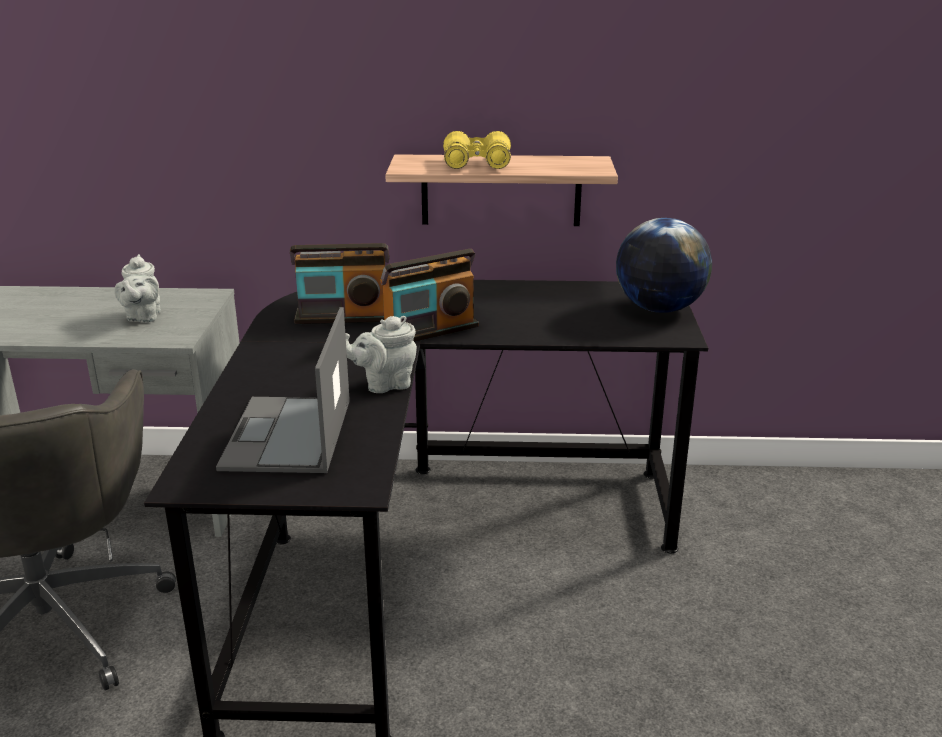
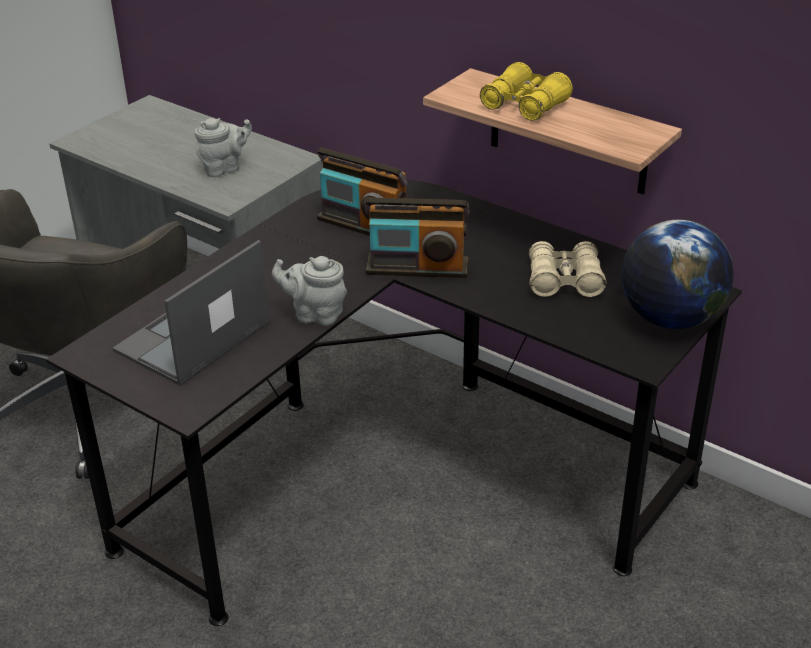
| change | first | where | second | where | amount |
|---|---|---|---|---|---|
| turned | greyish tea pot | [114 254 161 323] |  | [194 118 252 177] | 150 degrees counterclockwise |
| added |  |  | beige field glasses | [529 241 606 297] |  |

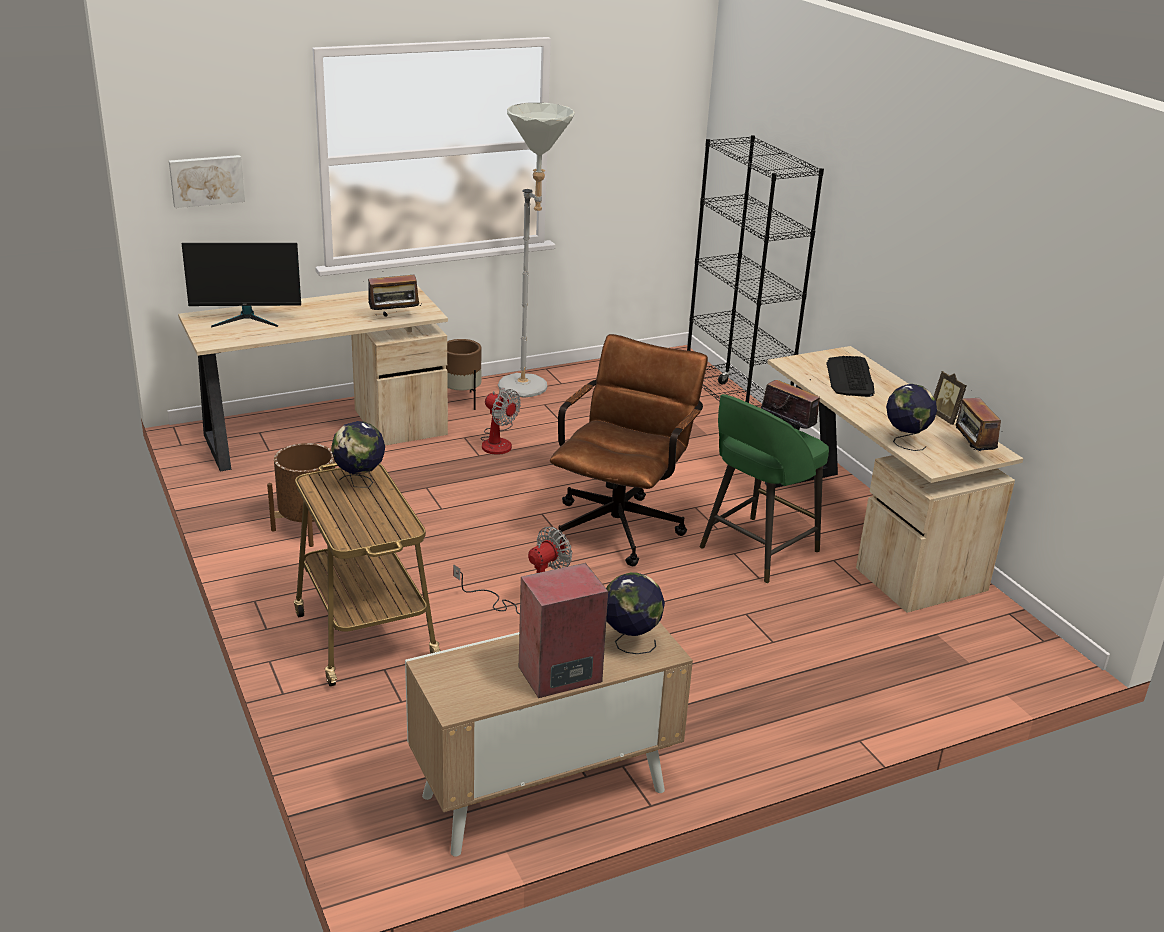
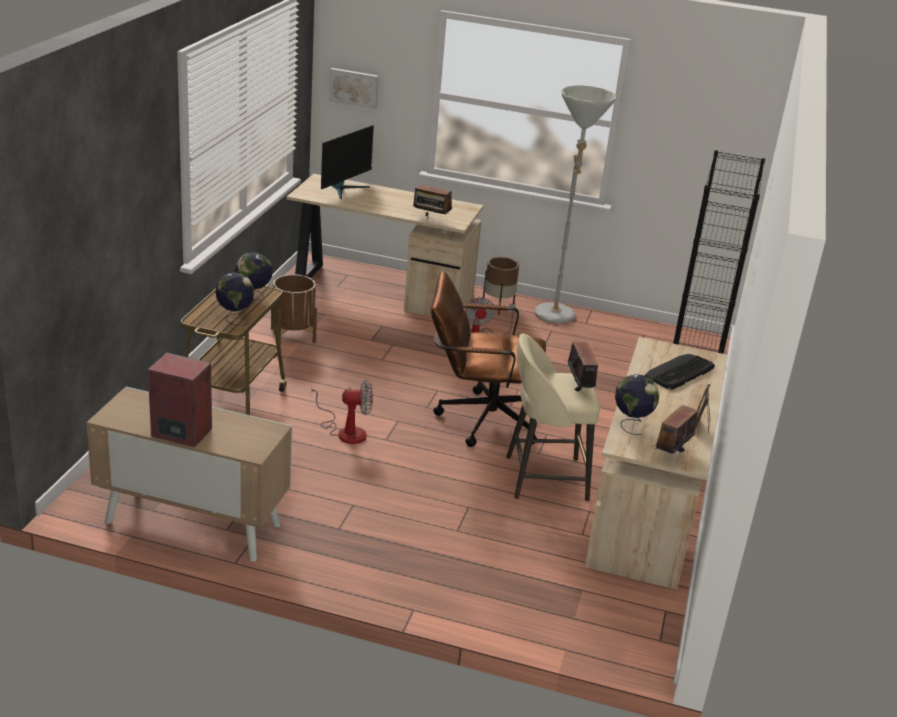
| change | first | where | second | where | amount |
|---|---|---|---|---|---|
| turned | computer screen | [182 243 301 328] |  | [321 125 374 199] | 90 degrees counterclockwise |
| turned | brown desk chair | [550 334 708 566] |  | [431 271 546 447] | 150 degrees counterclockwise |
| recoloured | green-coloured stool seat | [700 394 829 583] | beige stool seat | [506 333 600 501] |  |
| moved | globe | [606 572 665 654] |  | [215 272 255 326] |  |

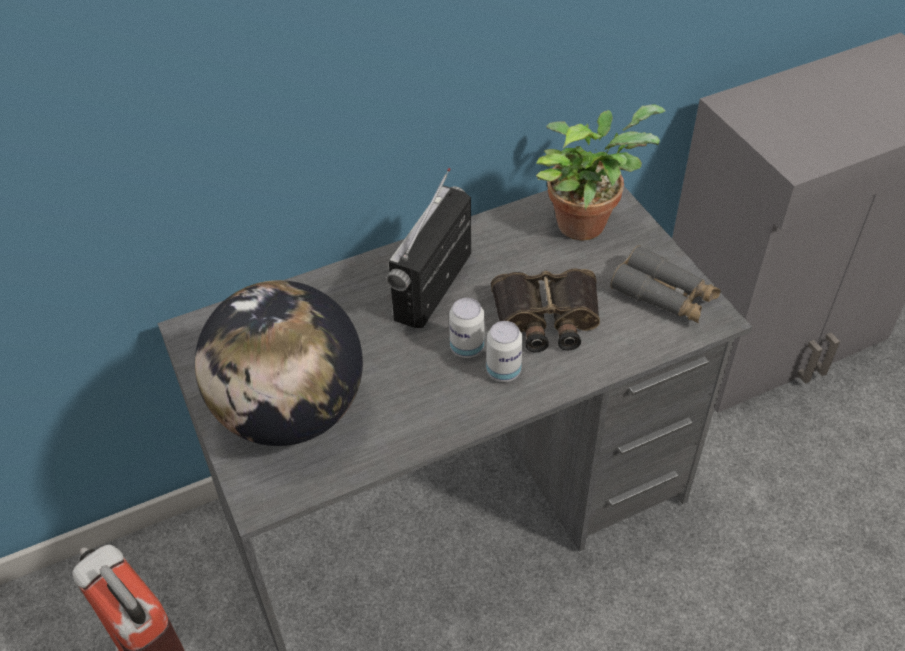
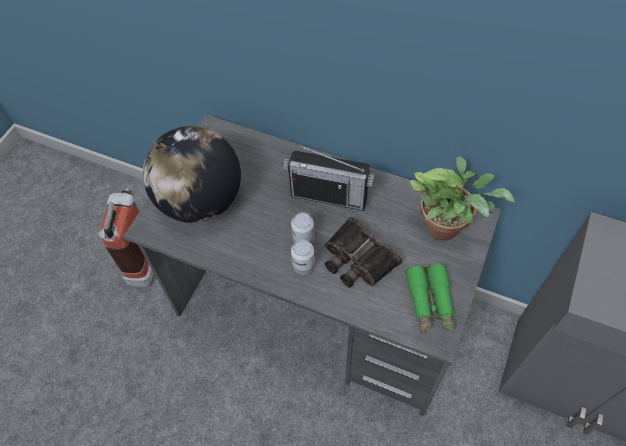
| change | first | where | second | where | amount |
|---|---|---|---|---|---|
| turned | radio | [387 168 471 328] |  | [283 145 375 211] | 150 degrees counterclockwise |
| recoloured | greyish field glasses | [610 245 721 323] | green-coloured field glasses | [405 264 455 334] |  |

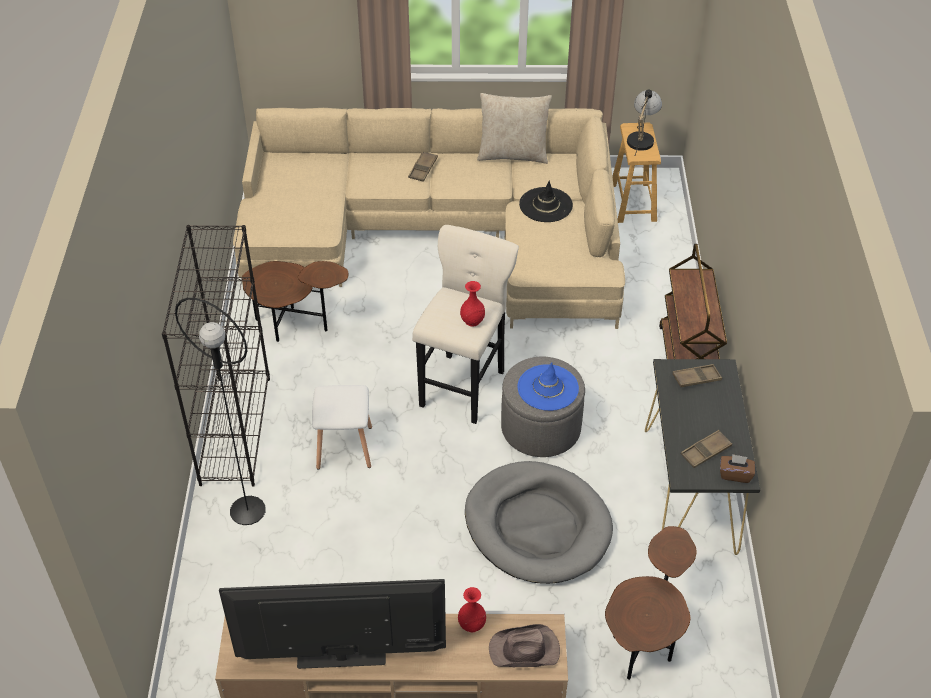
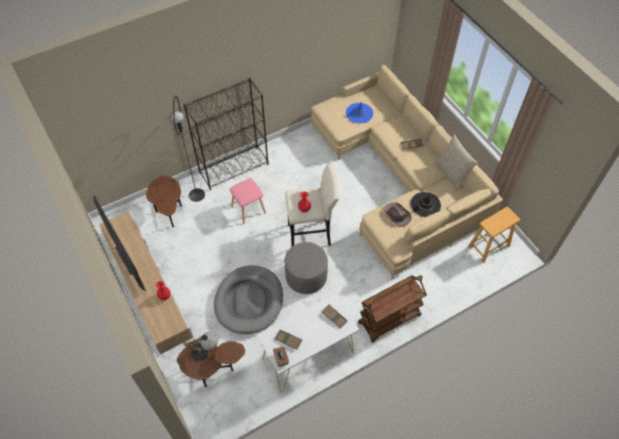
| change | first | where | second | where | amount |
|---|---|---|---|---|---|
| moved | table lamp | [627 90 662 155] |  | [184 332 218 361] |  |
| moved | brown end table | [242 261 348 342] |  | [146 176 182 227] |  |
| recoloured | black-coloured narrow table | [645 359 760 555] | white-coloured narrow table | [256 293 359 392] |  |
| moved | blue-coloured hat | [517 362 579 411] |  | [346 103 373 123] |  |
| recoloured | white-coloured stool seat | [312 385 372 469] | pink stool seat | [229 178 266 224] |  |
| moved | brown hat | [489 624 560 667] |  | [383 202 412 227] |  |

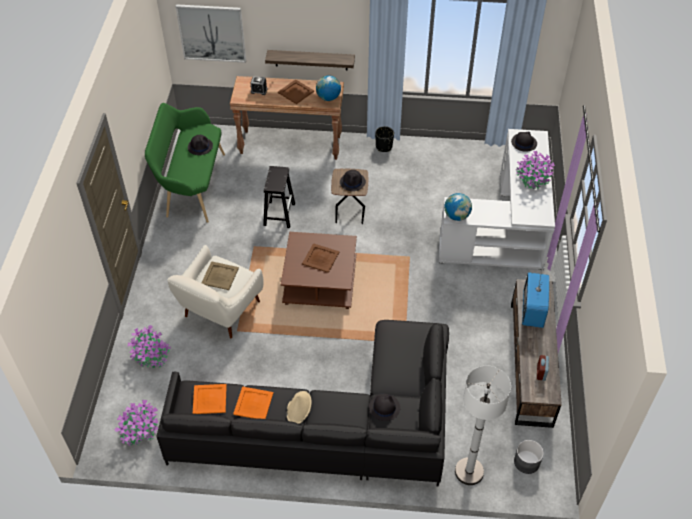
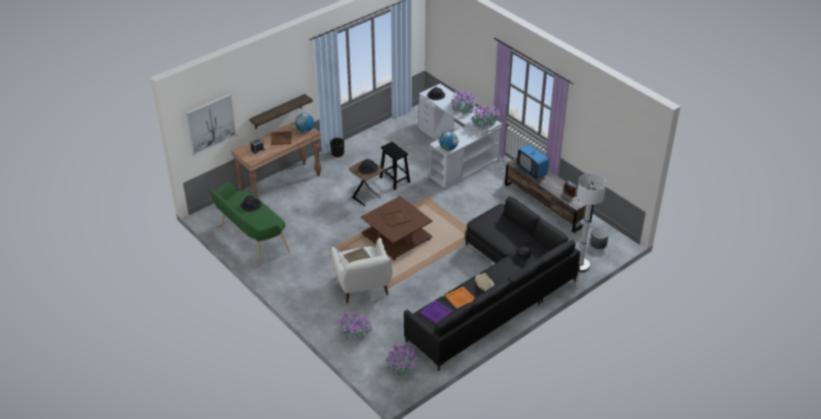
| change | first | where | second | where | amount |
|---|---|---|---|---|---|
| moved | black-coloured stool seat | [263 166 295 228] |  | [379 142 410 190] |  |
| recoloured | orangey carrying tray | [193 384 227 414] | purple-coloured carrying tray | [420 300 453 324] |  |
| added |  |  | potted plant | [471 104 500 130] |  |

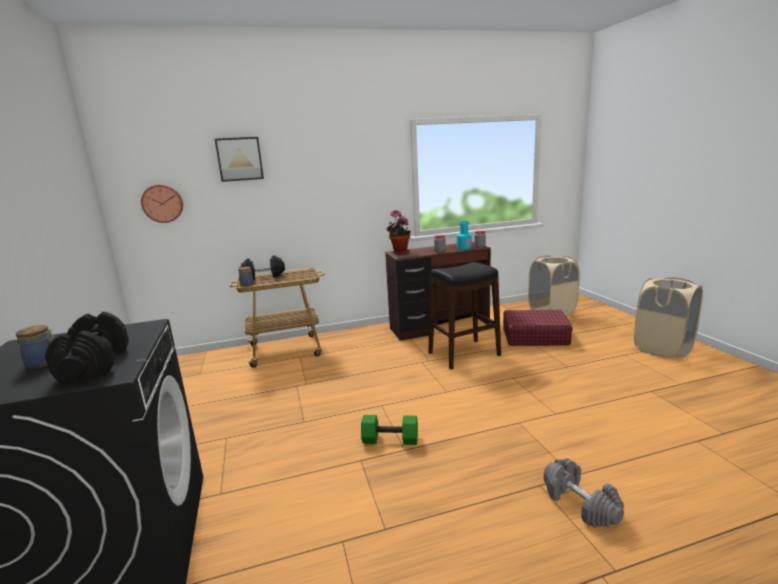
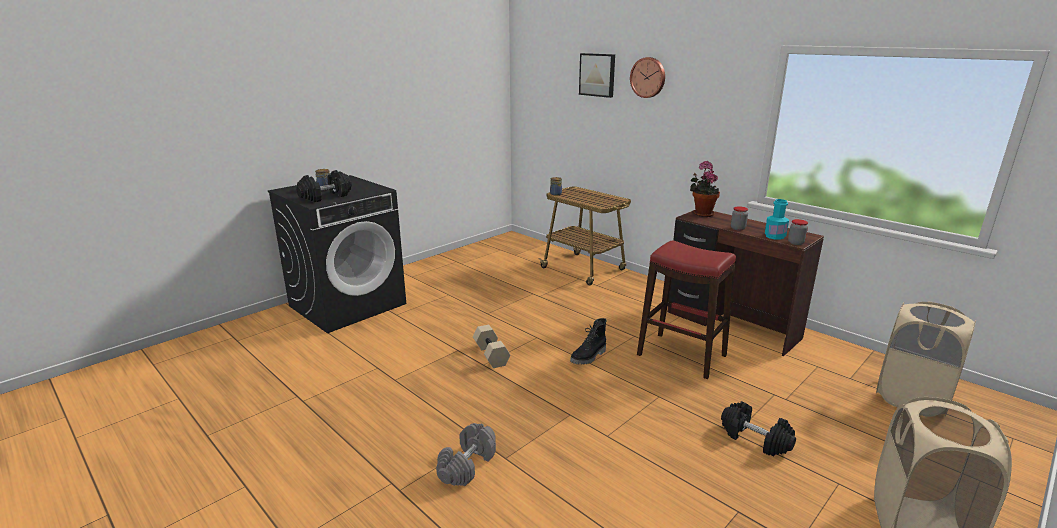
| change | first | where | second | where | amount |
|---|---|---|---|---|---|
| moved | wall clock | [141 185 183 223] |  | [630 57 665 98] |  |
| moved | black-coloured hand weight | [239 255 285 280] |  | [721 401 796 457] |  |
| recoloured | black-coloured stool seat | [428 262 501 369] | red stool seat | [637 240 736 379] |  |
| removed | red travel case | [503 309 573 346] |  |  |  |
| recoloured | green-coloured hand weight | [361 415 418 445] | beige hand weight | [473 325 510 368] |  |
| added |  |  | black-coloured high-top boot | [570 318 607 365] |  |

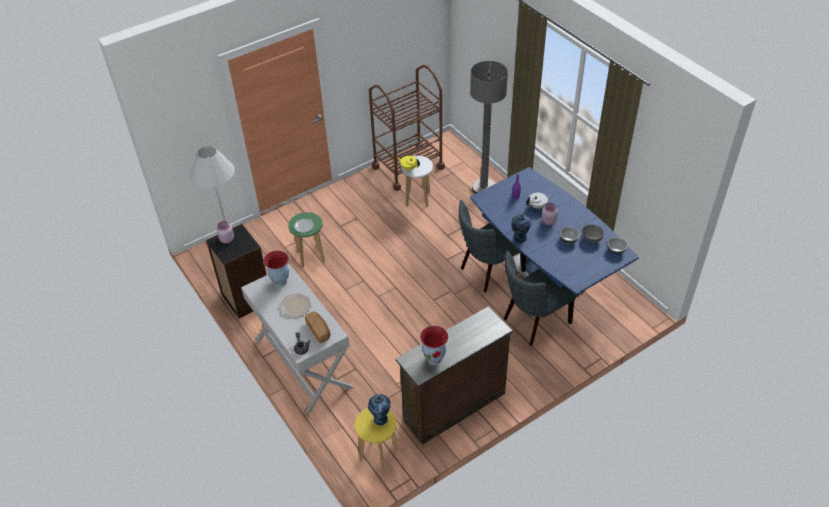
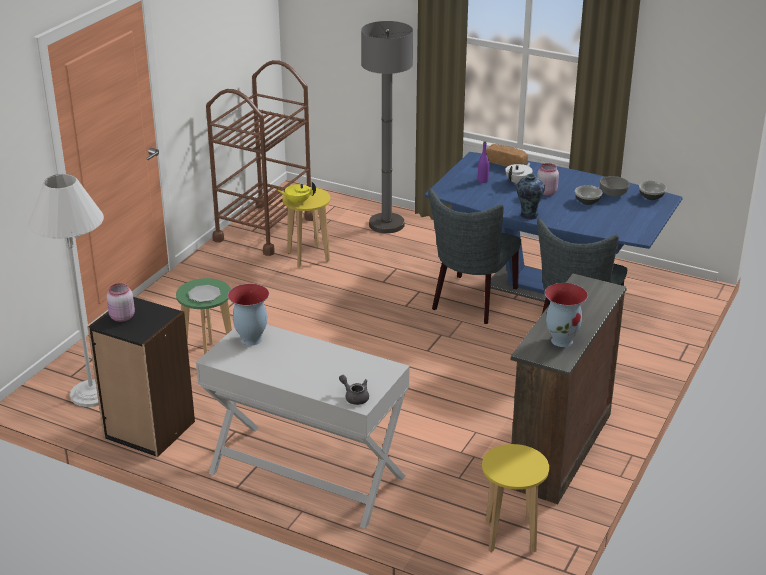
| change | first | where | second | where | amount |
|---|---|---|---|---|---|
| recoloured | white-coloured stool seat | [401 156 433 207] | yellowish stool seat | [282 187 331 268] |  |
| removed | plate | [279 293 312 318] |  |  |  |
| moved | baked bread | [305 311 330 343] |  | [486 144 528 167] |  |
| removed | flower vase | [368 394 391 425] |  |  |  |

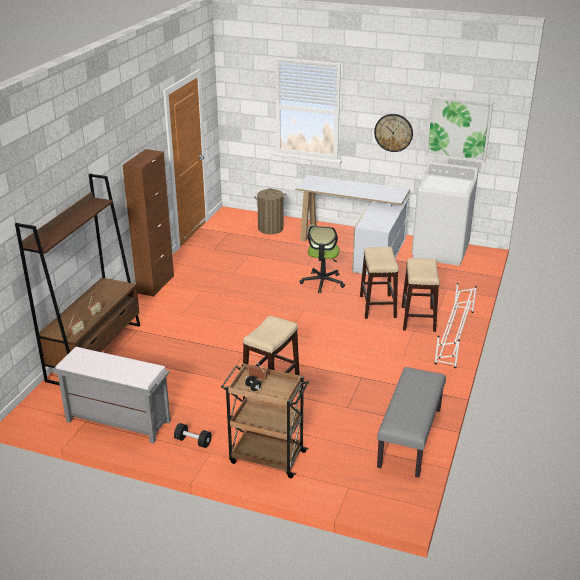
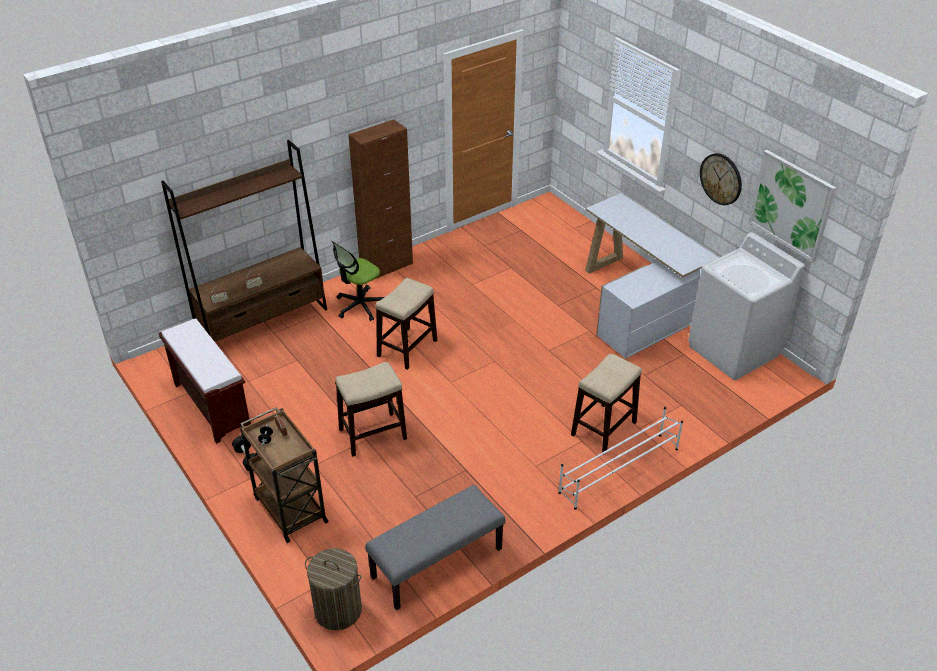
| change | first | where | second | where | amount |
|---|---|---|---|---|---|
| moved | washing basket | [254 188 287 234] |  | [305 548 362 630] |  |
| moved | desk chair | [299 226 345 293] |  | [332 241 384 321] |  |
| moved | stool seat | [360 247 399 319] |  | [375 278 437 370] |  |
| recoloured | greyish bench | [53 347 171 444] | brown bench | [159 318 251 444] |  |

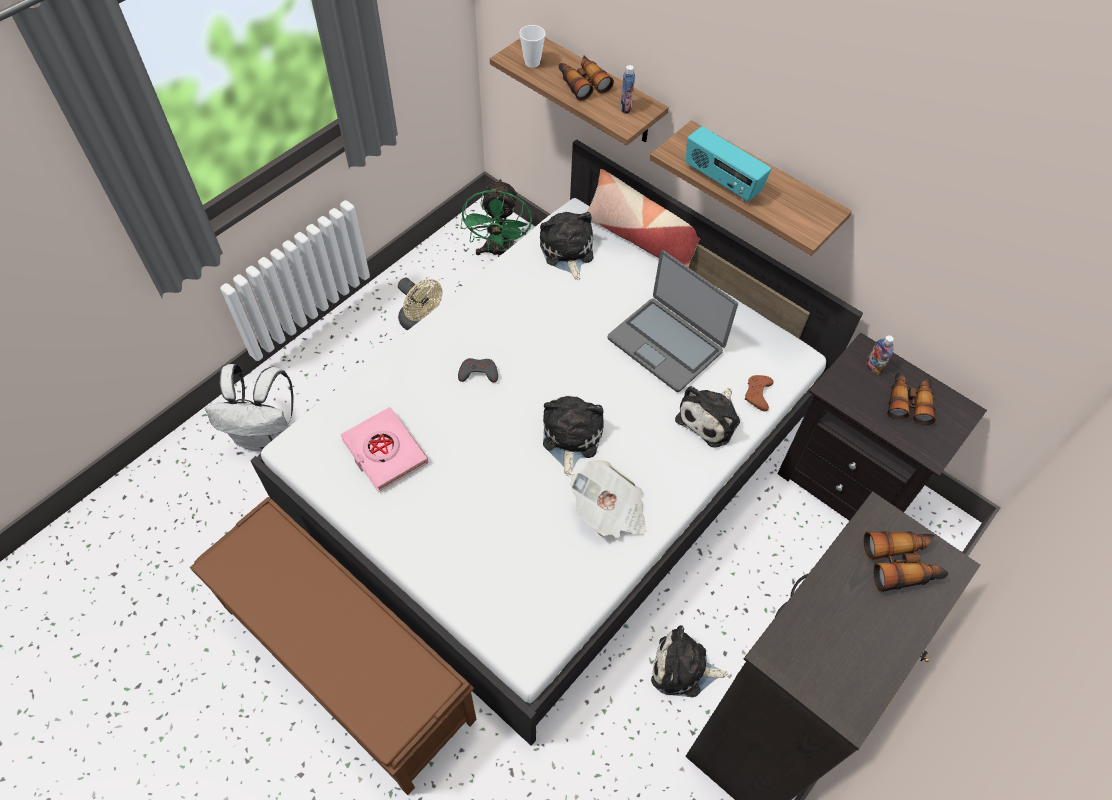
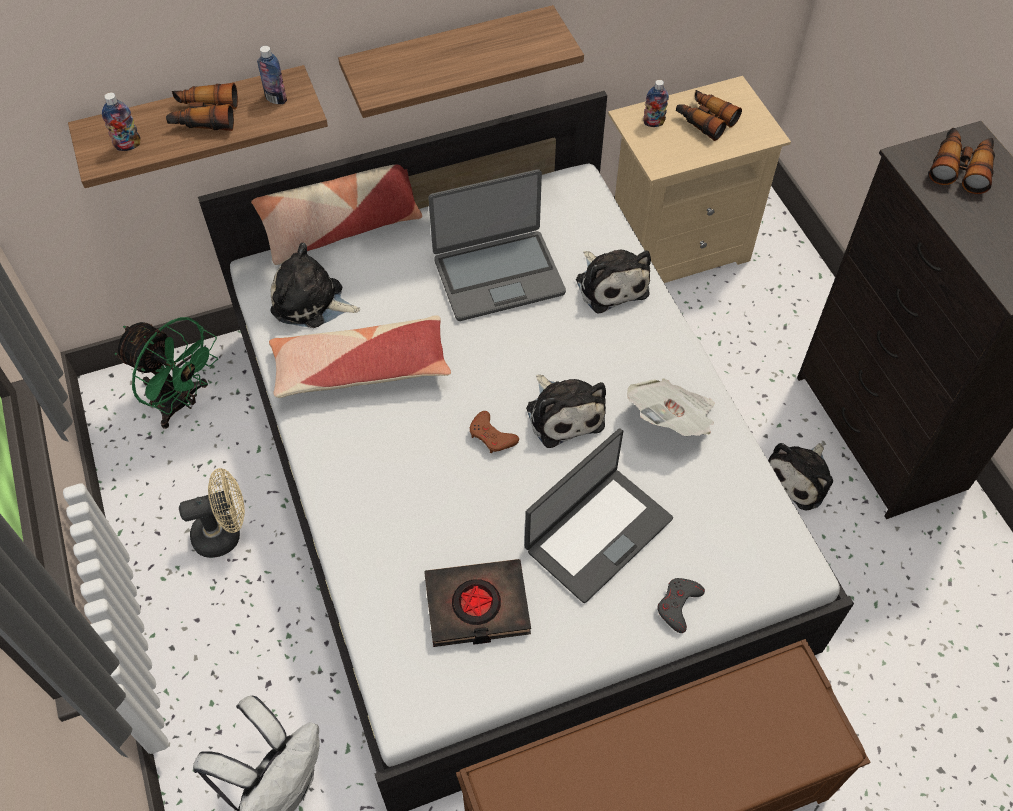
| change | first | where | second | where | amount |
|---|---|---|---|---|---|
| replaced | small cup | [519 25 545 68] | bottle | [102 93 140 151] |  |
| removed | radio | [686 126 772 202] |  |  |  |
| recoloured | black-coloured bedside table | [777 332 987 521] | beige bedside table | [608 76 791 283] |  |
| moved | greyish game controller | [458 358 498 383] |  | [657 578 705 633] |  |
| moved | brown game controller | [745 375 773 411] |  | [470 411 519 453] |  |
| turned | plush toy | [543 396 604 477] |  | [526 374 606 448] | 150 degrees counterclockwise |
| recoloured | pink volume | [340 407 428 492] | black-coloured volume | [424 559 531 647] |  |
| added |  |  | cushion | [269 315 451 398] |  |
| added |  |  | notebook computer | [525 428 673 603] |  |

